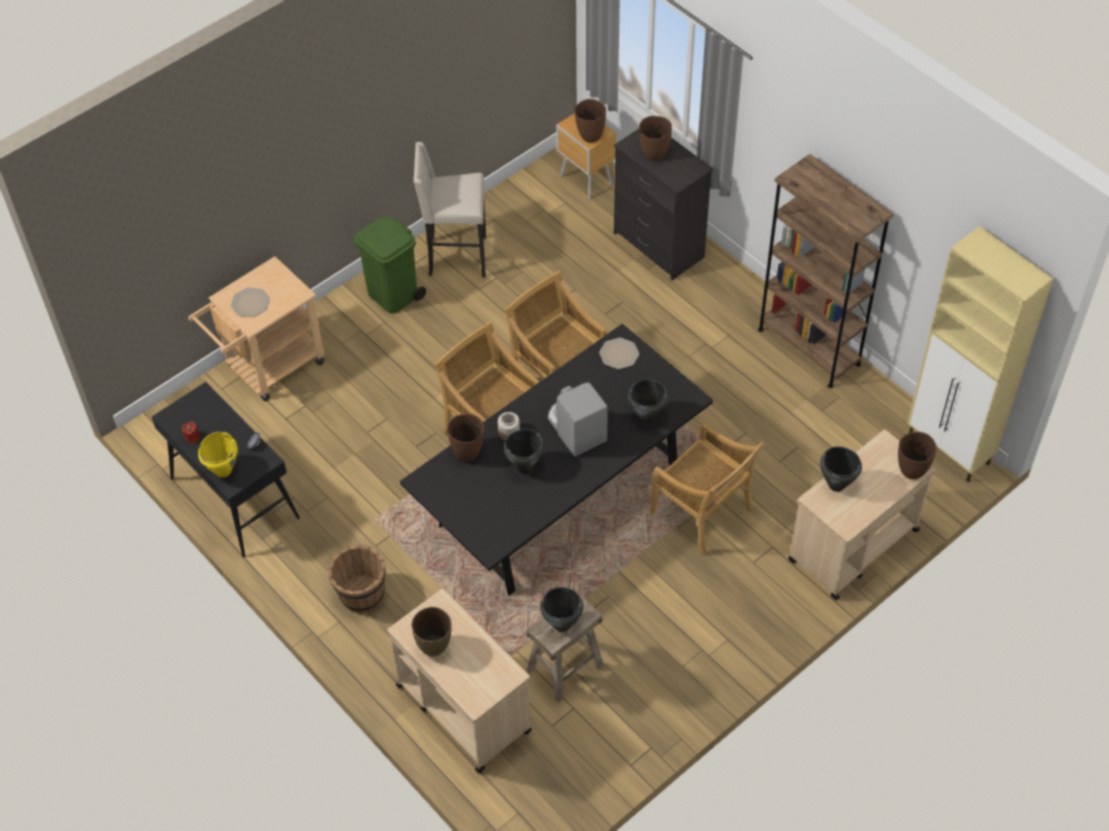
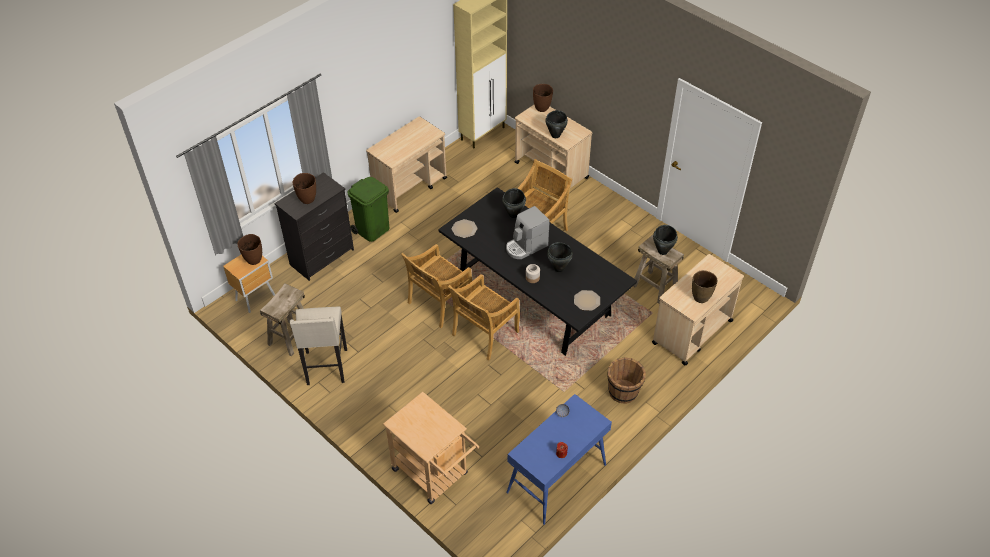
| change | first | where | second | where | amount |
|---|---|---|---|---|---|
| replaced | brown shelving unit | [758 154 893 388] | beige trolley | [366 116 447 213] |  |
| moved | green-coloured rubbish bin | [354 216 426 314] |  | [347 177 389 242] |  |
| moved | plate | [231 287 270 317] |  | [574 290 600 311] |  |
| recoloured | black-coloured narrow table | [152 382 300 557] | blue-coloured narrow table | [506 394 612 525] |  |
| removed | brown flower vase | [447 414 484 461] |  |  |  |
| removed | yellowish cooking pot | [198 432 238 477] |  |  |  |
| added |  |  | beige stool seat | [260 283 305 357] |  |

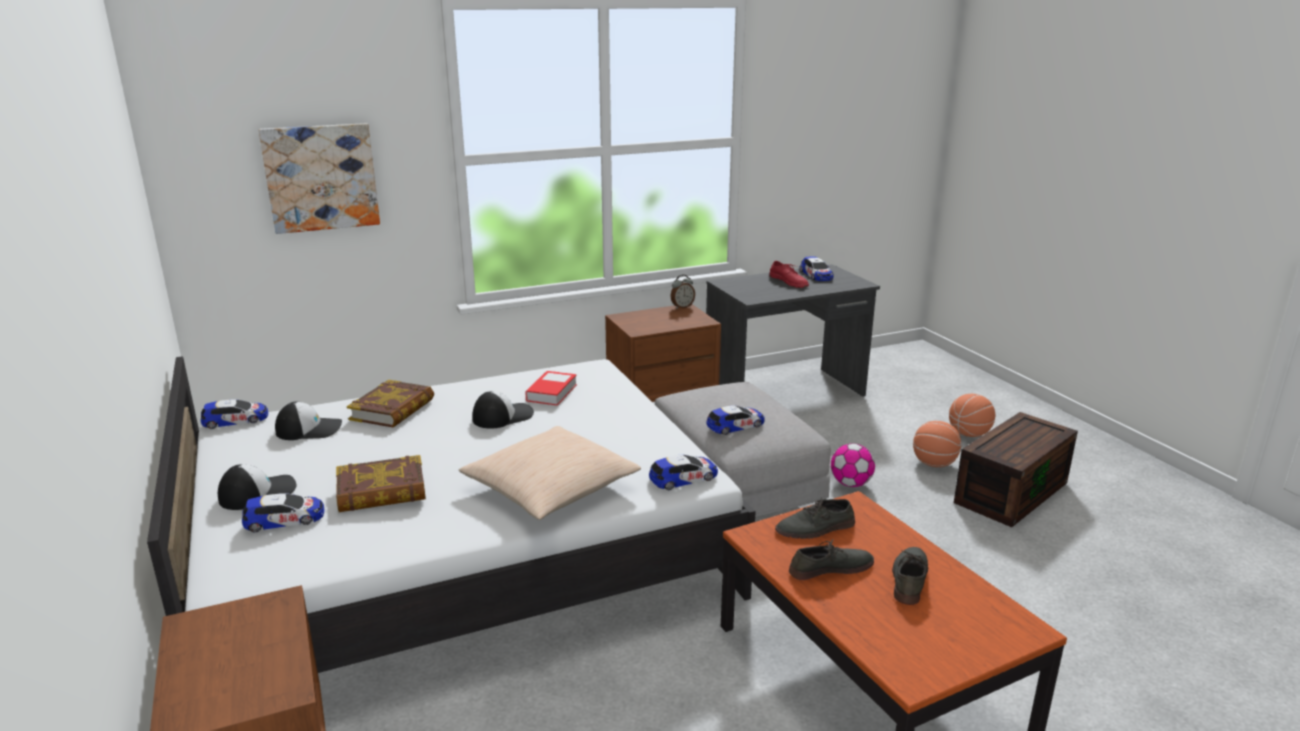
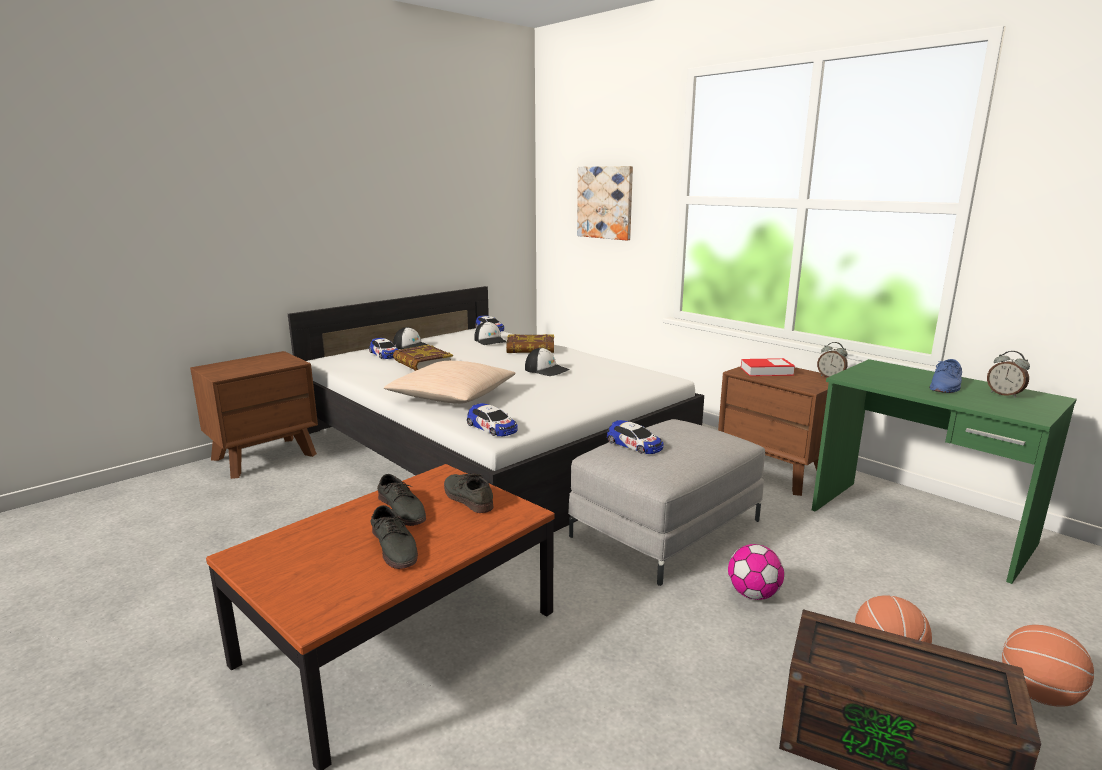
| change | first | where | second | where | amount |
|---|---|---|---|---|---|
| replaced | miniature car | [800 256 834 281] | table clock | [987 351 1030 398] |  |
| recoloured | red low shoe | [769 261 809 288] | blue-coloured low shoe | [929 359 962 393] |  |
| recoloured | greyish desk table | [706 264 880 397] | green-coloured desk table | [812 359 1077 584] |  |
| moved | volume | [525 371 577 406] |  | [741 358 795 376] |  |
| turned | greyish low shoe | [892 547 929 605] |  | [371 505 418 569] | 60 degrees clockwise |

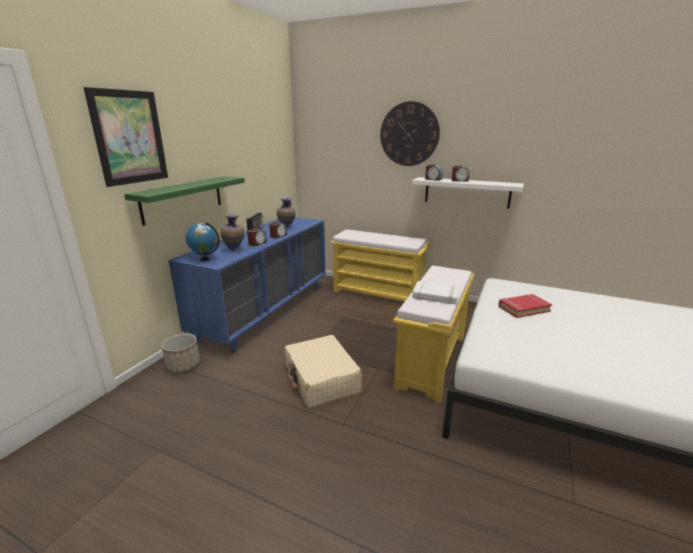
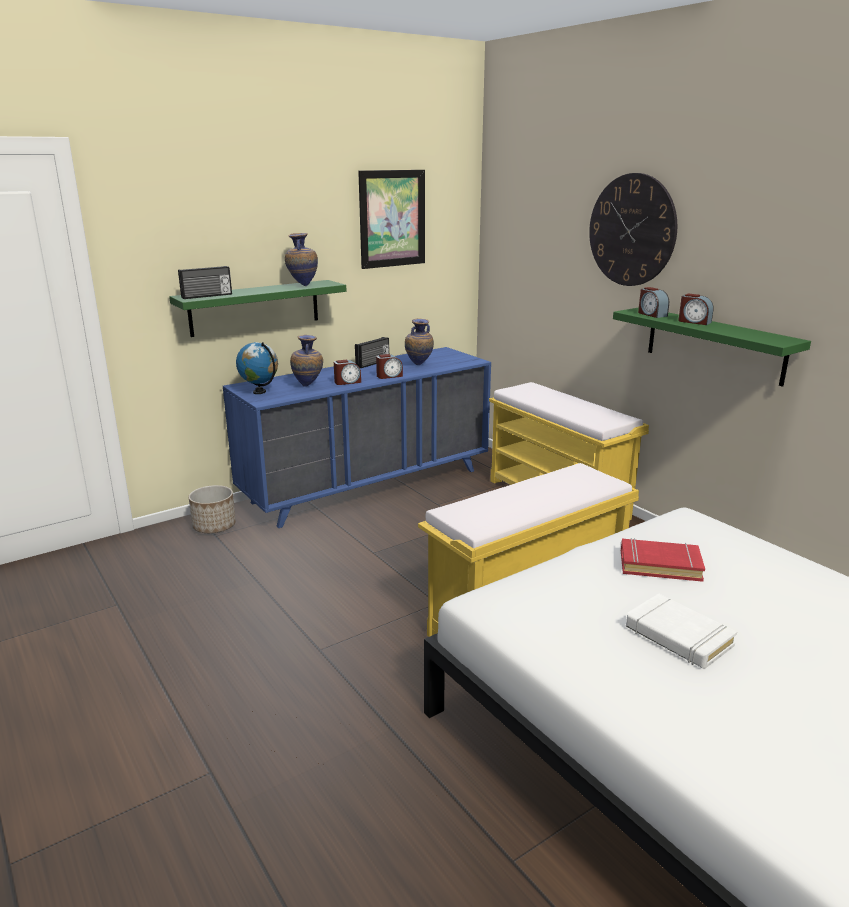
| change | first | where | second | where | amount |
|---|---|---|---|---|---|
| moved | picture | [83 87 168 187] |  | [358 170 425 269] |  |
| recoloured | white-coloured wall shelf | [412 177 524 209] | green-coloured wall shelf | [613 308 811 387] |  |
| moved | white-coloured volume | [412 281 460 305] |  | [626 594 737 669] |  |
| removed | beige travel case | [284 335 362 408] |  |  |  |
| added |  |  | flower vase | [285 233 318 286] |  |
| added |  |  | radio | [178 266 232 299] |  |

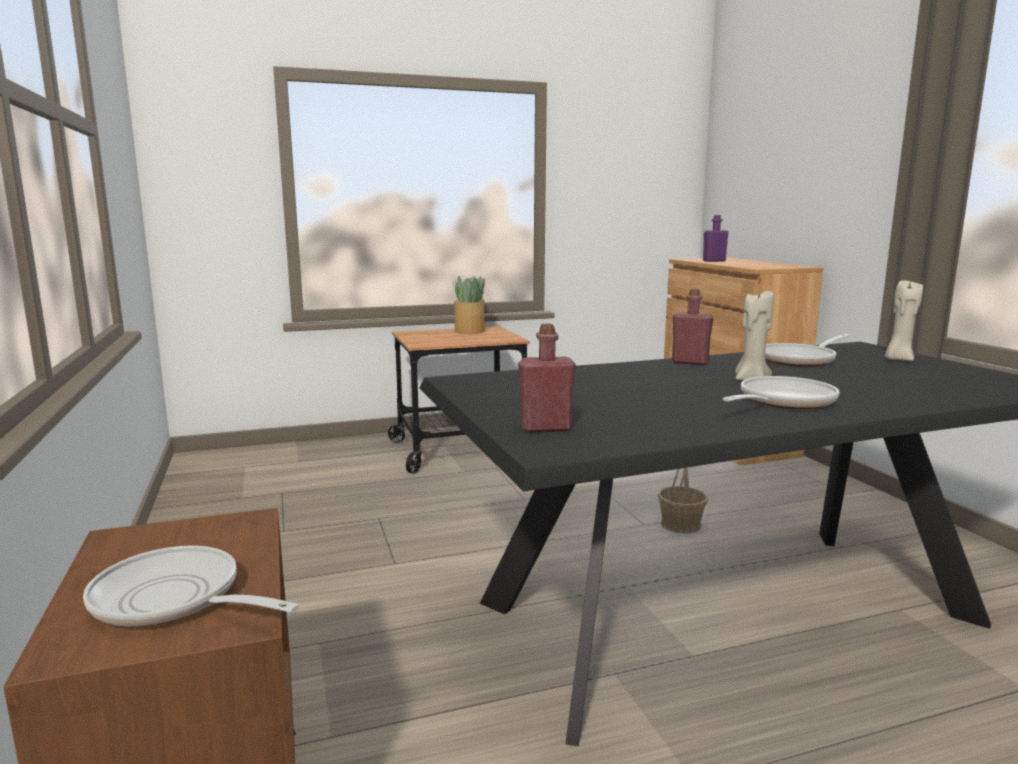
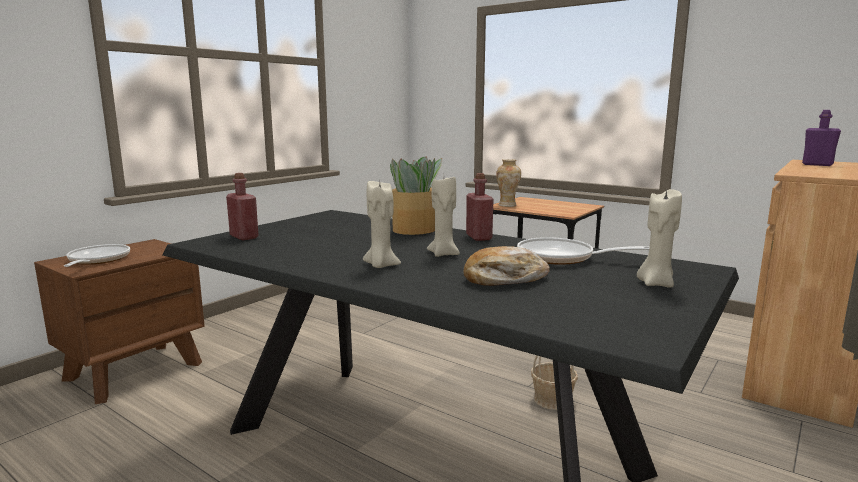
| change | first | where | second | where | amount |
|---|---|---|---|---|---|
| moved | potted plant | [452 276 485 334] |  | [390 157 442 235] |  |
| replaced | pan | [723 376 840 409] | beige candle | [363 181 401 268] |  |
| added |  |  | flower vase | [496 159 521 207] |  |
| added |  |  | baked bread | [463 246 550 286] |  |

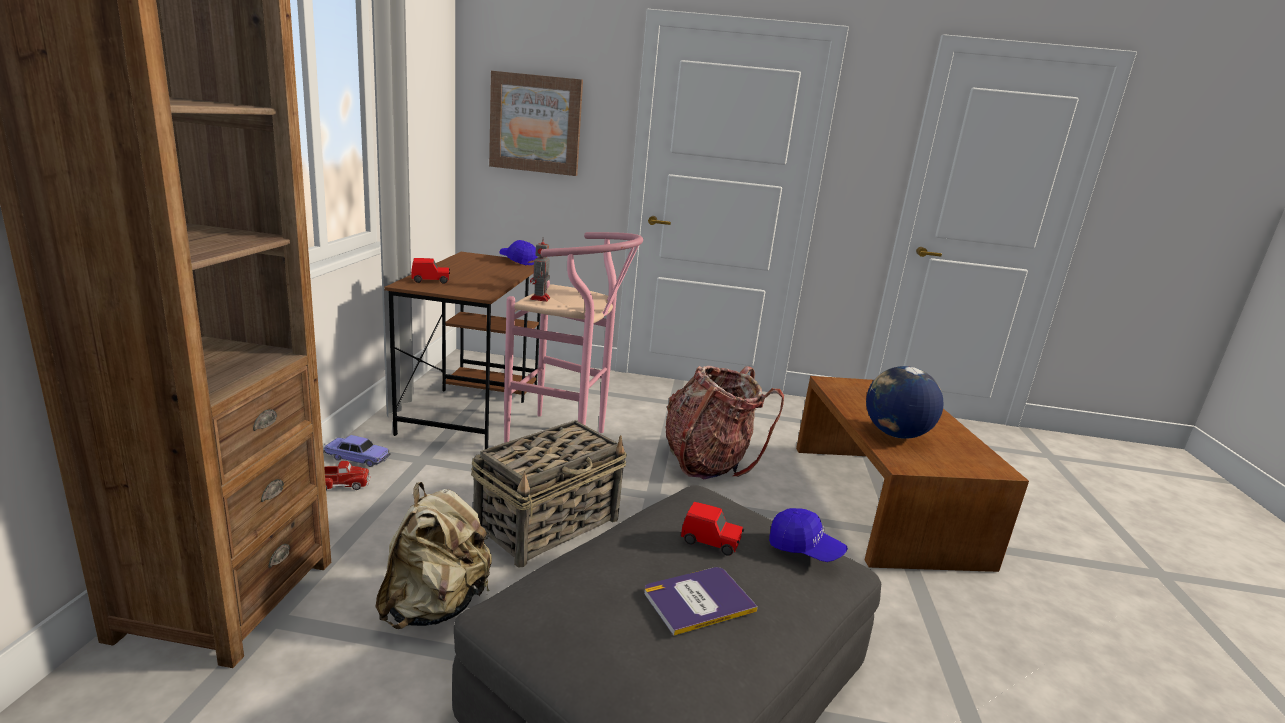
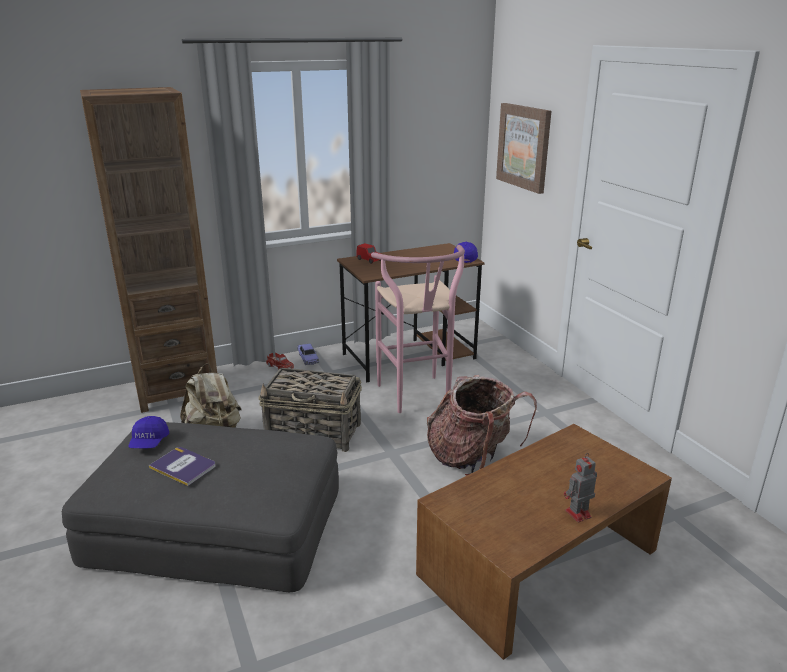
| change | first | where | second | where | amount |
|---|---|---|---|---|---|
| moved | toy robot | [530 237 550 302] |  | [564 453 597 522] |  |
| removed | globe | [866 366 943 439] |  |  |  |
| removed | red miniature car | [681 502 744 556] |  |  |  |
| moved | blue-coloured baseball cap | [769 508 848 562] |  | [128 416 169 448] |  |

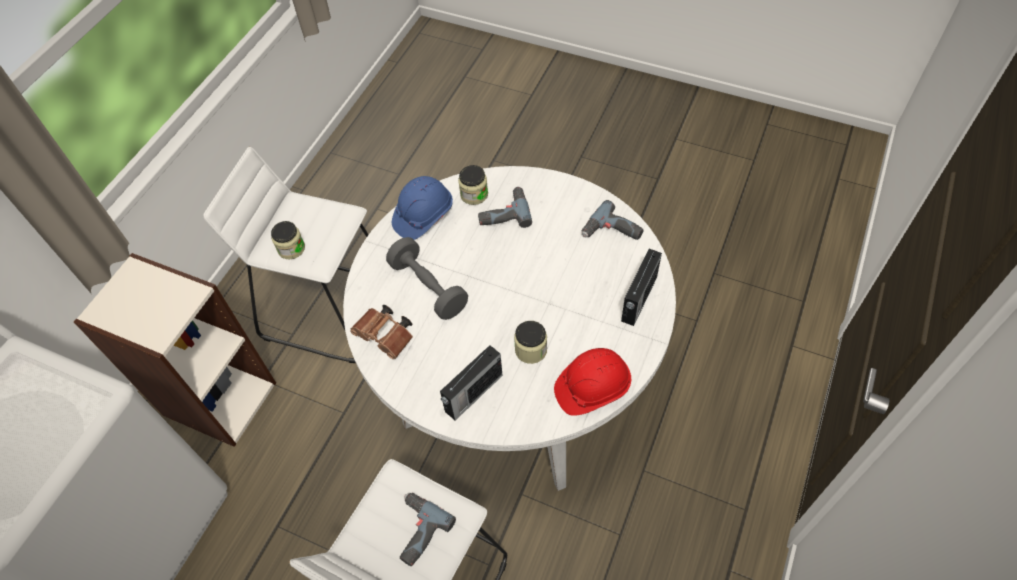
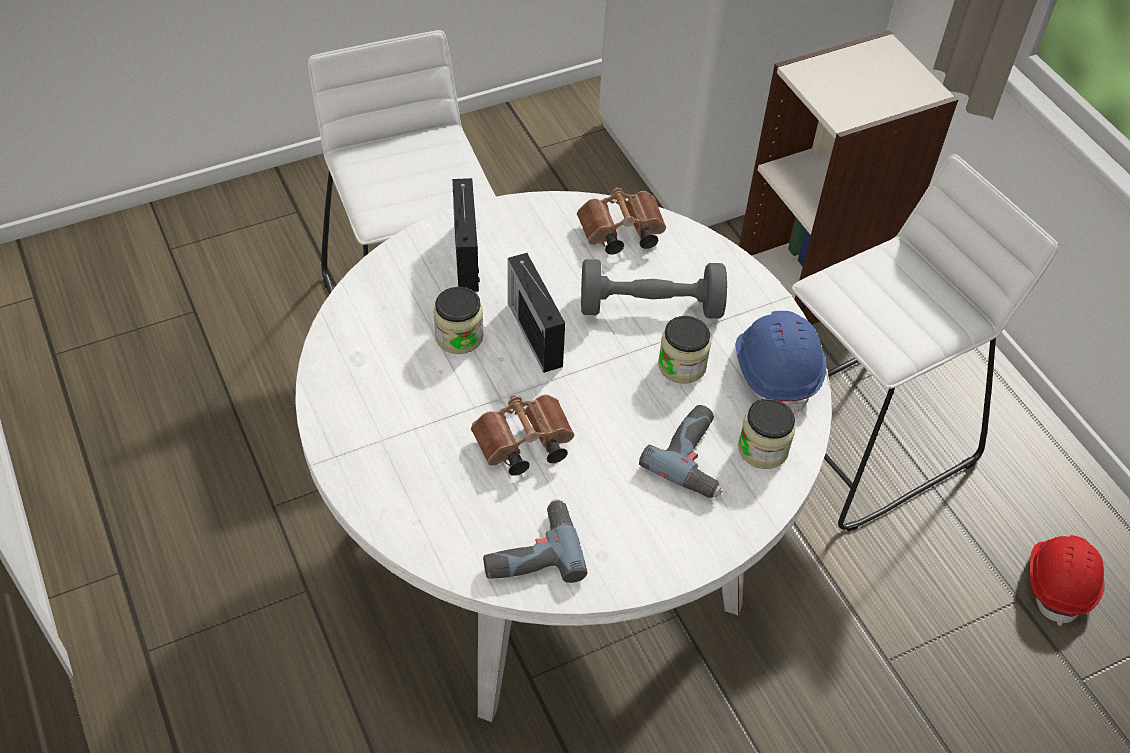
| change | first | where | second | where | amount |
|---|---|---|---|---|---|
| moved | storage jar | [271 221 305 259] |  | [658 316 711 384] |  |
| moved | radio | [621 249 662 326] |  | [508 253 565 373] |  |
| moved | red hard hat | [554 348 631 416] |  | [1029 535 1105 626] |  |
| removed | electric drill | [400 493 456 566] |  |  |  |
| added |  |  | brown field glasses | [471 394 575 476] |  |

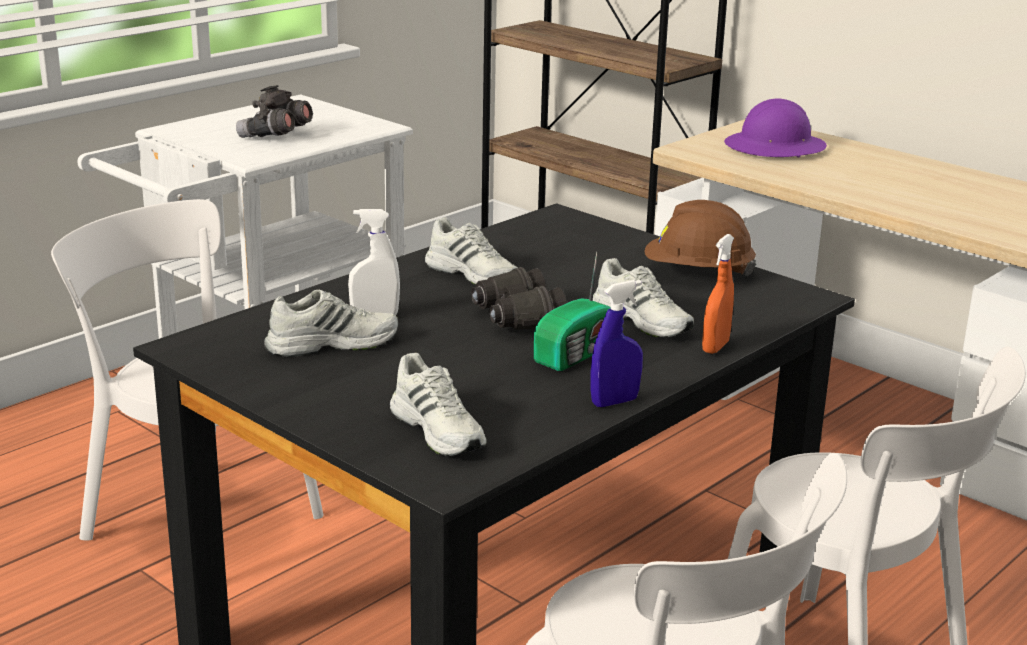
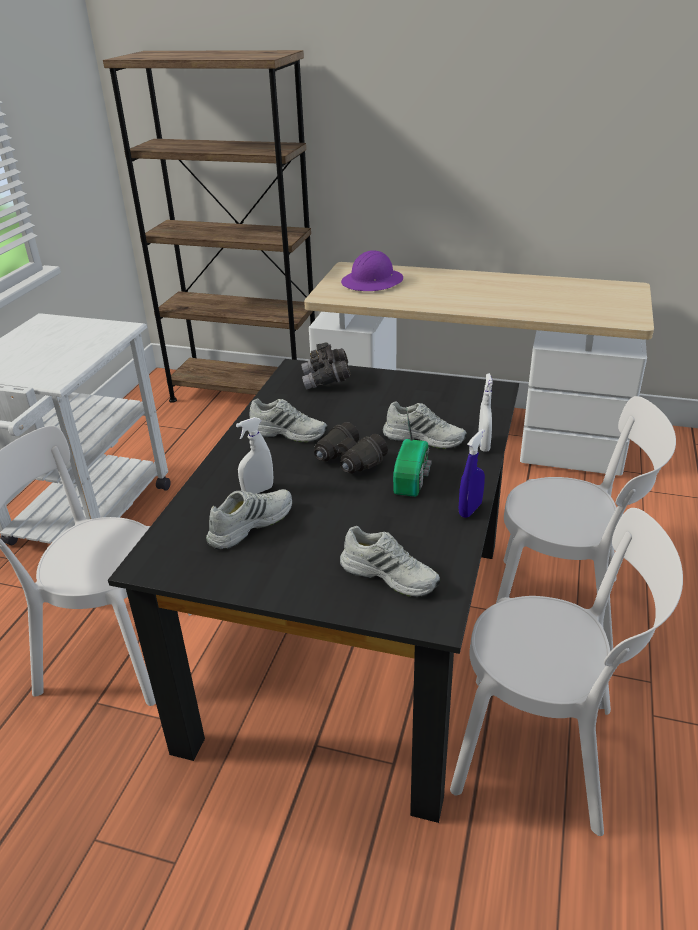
| change | first | where | second | where | amount |
|---|---|---|---|---|---|
| moved | greyish field glasses | [236 85 313 138] |  | [301 343 351 389] |  |
| removed | brown hard hat | [645 200 756 276] |  |  |  |
| recoloured | orangey spray bottle | [702 234 734 354] | white-coloured spray bottle | [478 373 493 451] |  |

